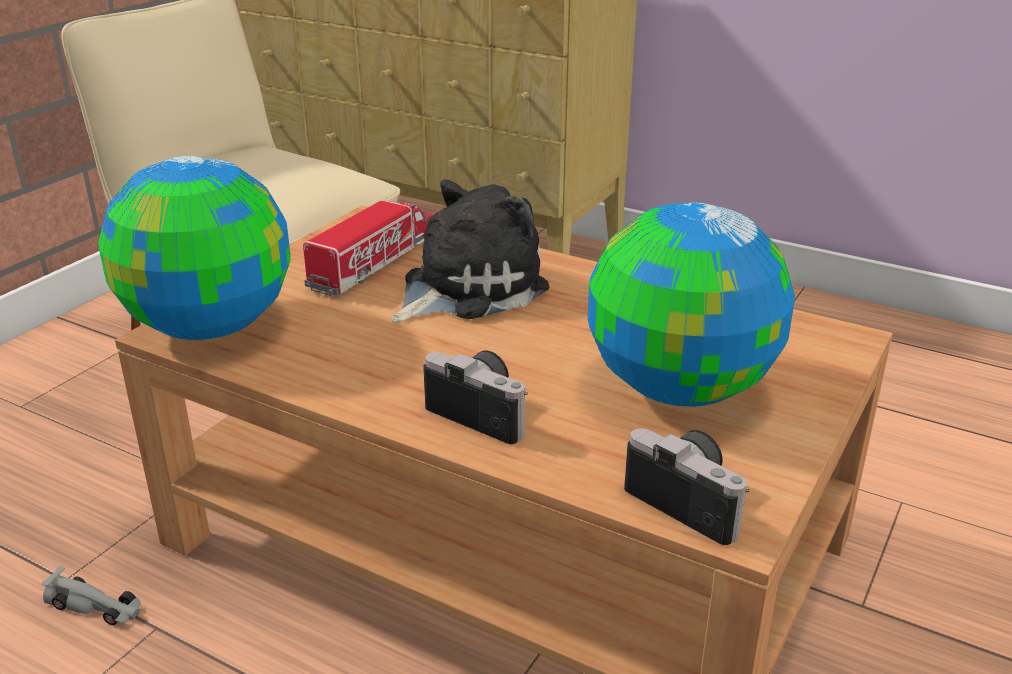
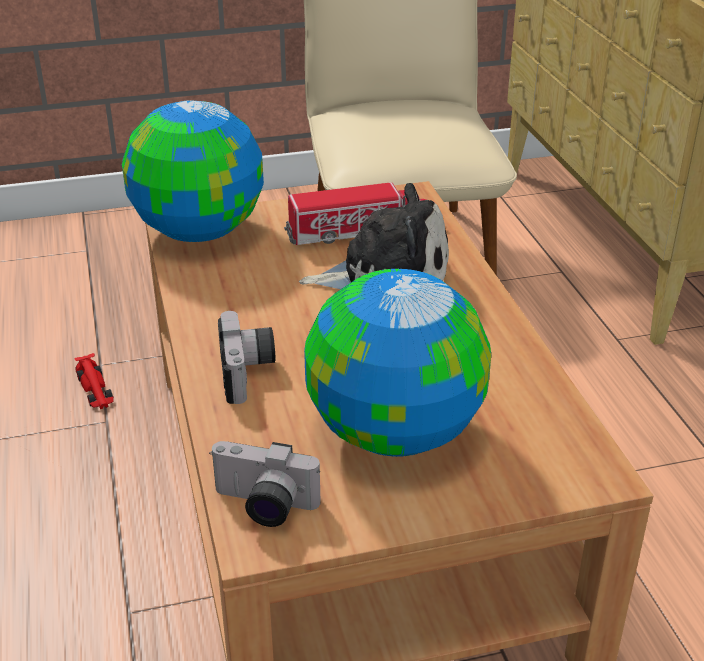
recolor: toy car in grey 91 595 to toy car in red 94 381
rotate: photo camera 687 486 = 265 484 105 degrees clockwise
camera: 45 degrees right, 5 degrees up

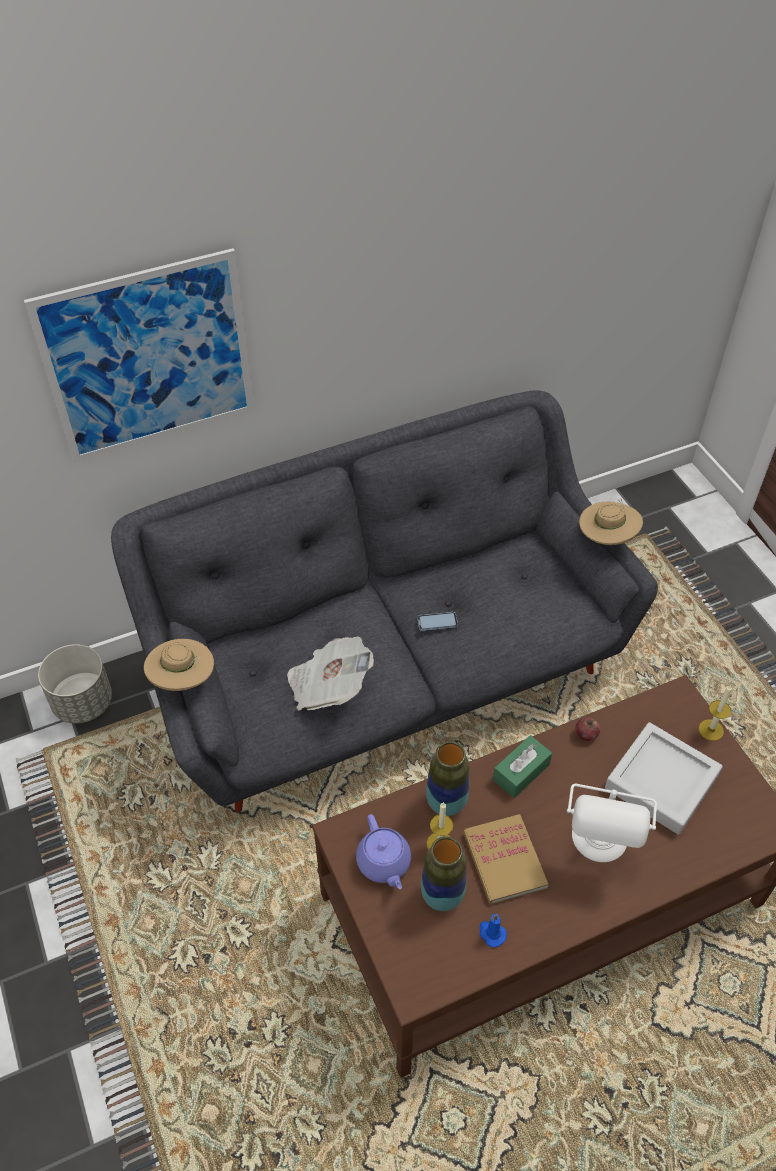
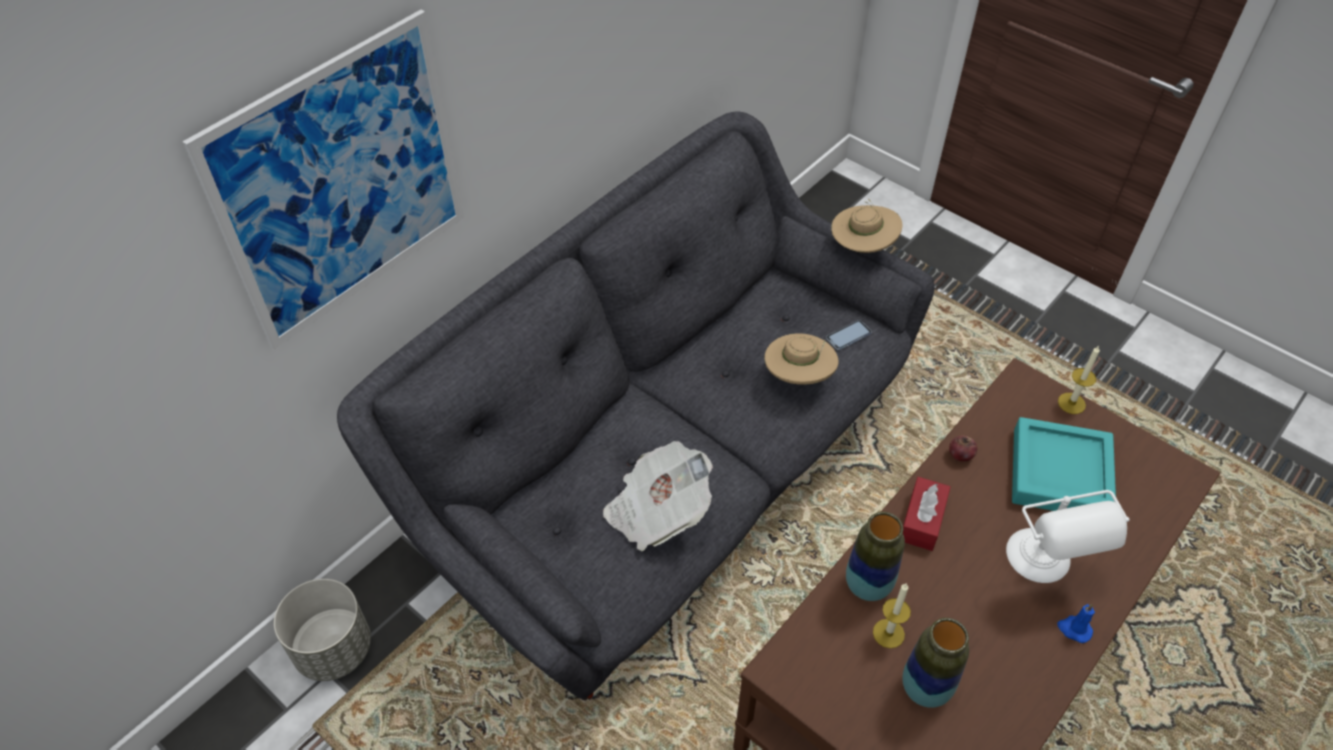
delete: teapot in purple 383 851; book 506 859
move: hat in beige 179 665 to 801 359; phone 437 621 to 849 335; candle in blue 493 930 to 1076 623
recolor: tissue box in green 522 766 to tissue box in red 926 514; tray in grey 664 778 to tray in turquoise 1064 464
camera: 25 degrees left, 0 degrees up

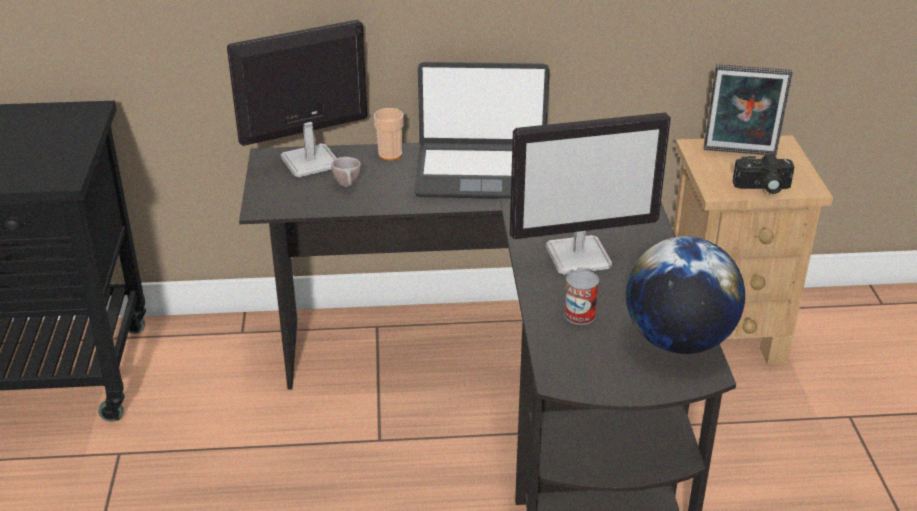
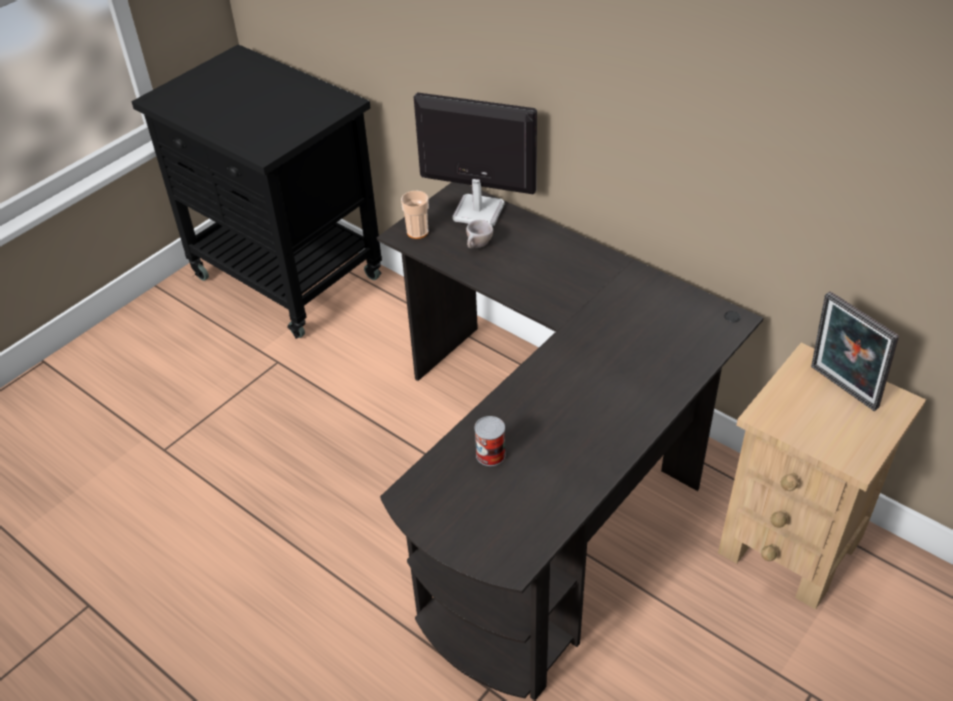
delete: laptop 482 130; monitor 590 193; globe 685 295; photo camera 763 174
move: cup 389 134 to 415 215
camera: 45 degrees right, 10 degrees up

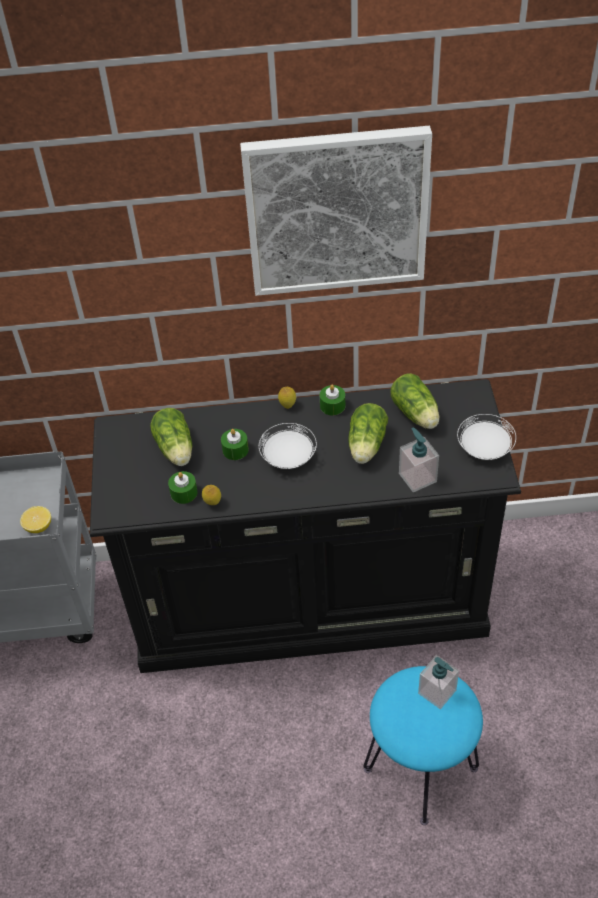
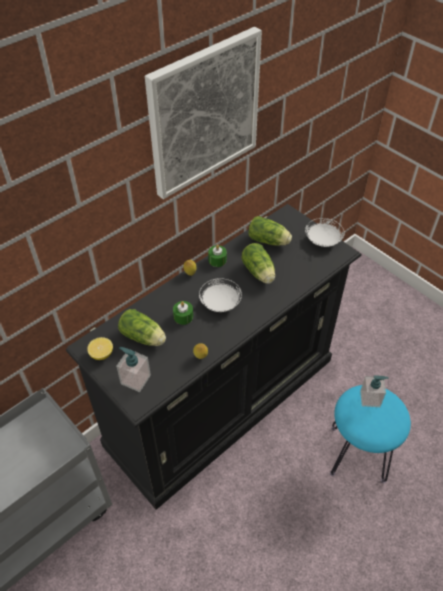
delete: candle in green 183 487
move: lemon 35 519 to 100 348; soap dispenser 419 459 to 133 369
camera: 40 degrees left, 0 degrees up

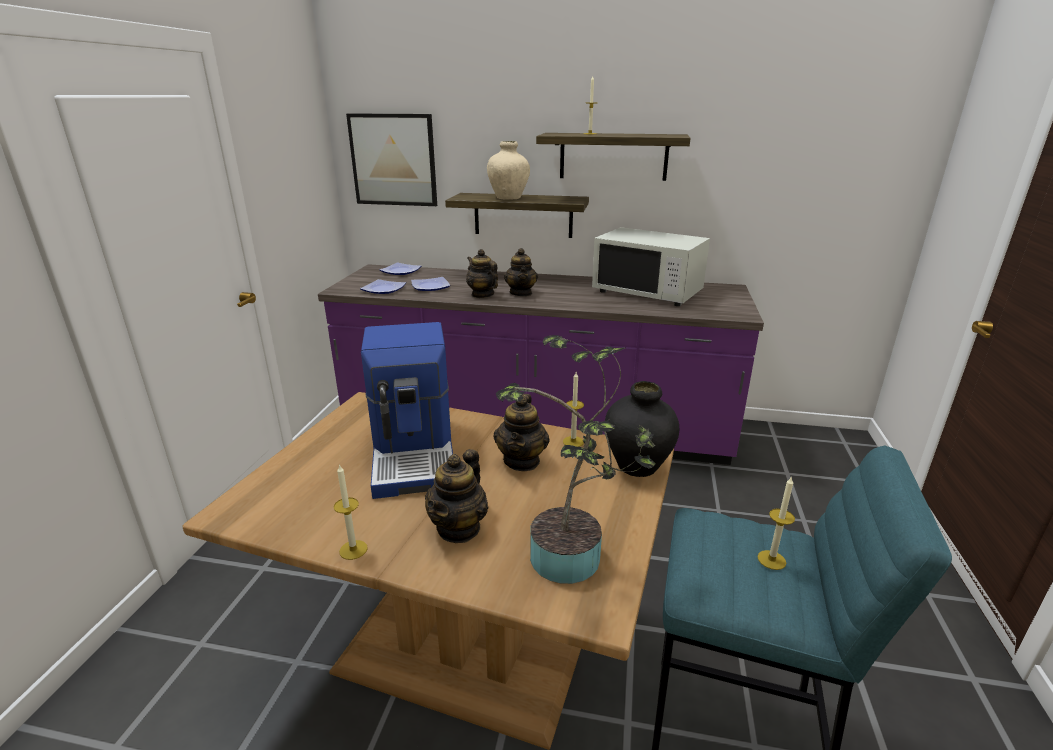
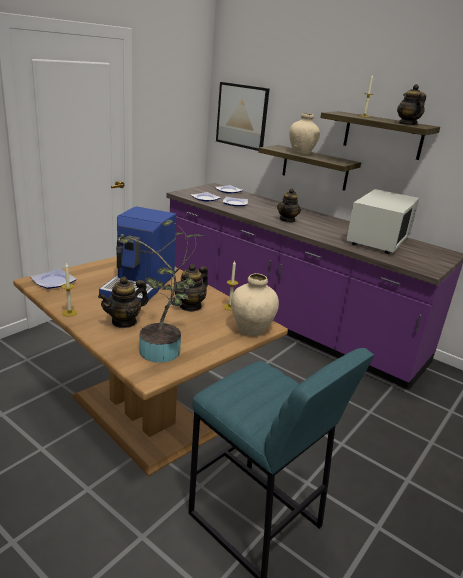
delete: candle 776 523
insert: plate 53 279
move: teapot 482 273 to 411 104
recolor: vase in black 642 429 to vase in beige 255 304
rotate: microwave in white 651 266 = 382 221 120 degrees counterclockwise
camera: 25 degrees right, 0 degrees up

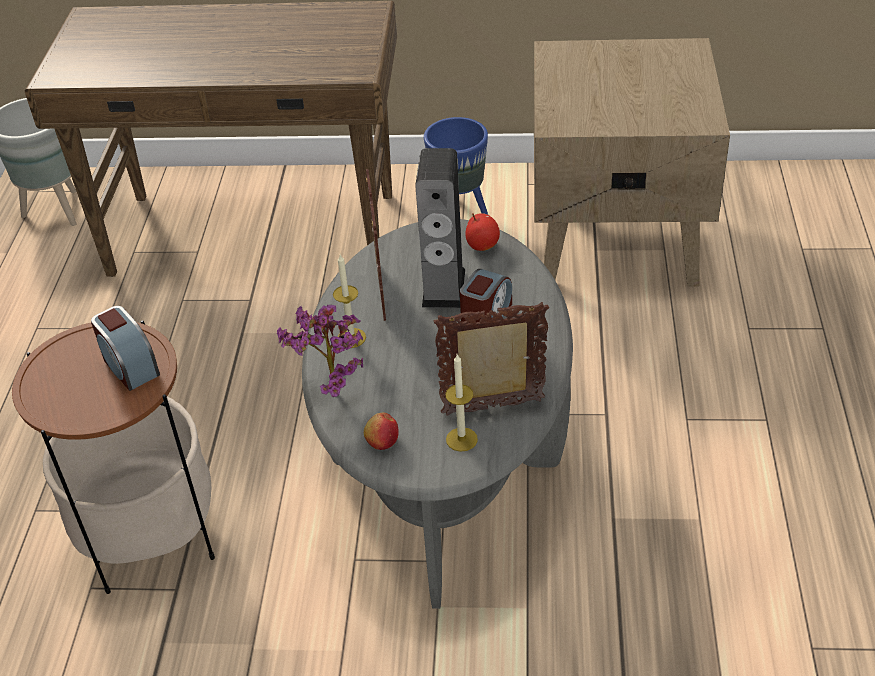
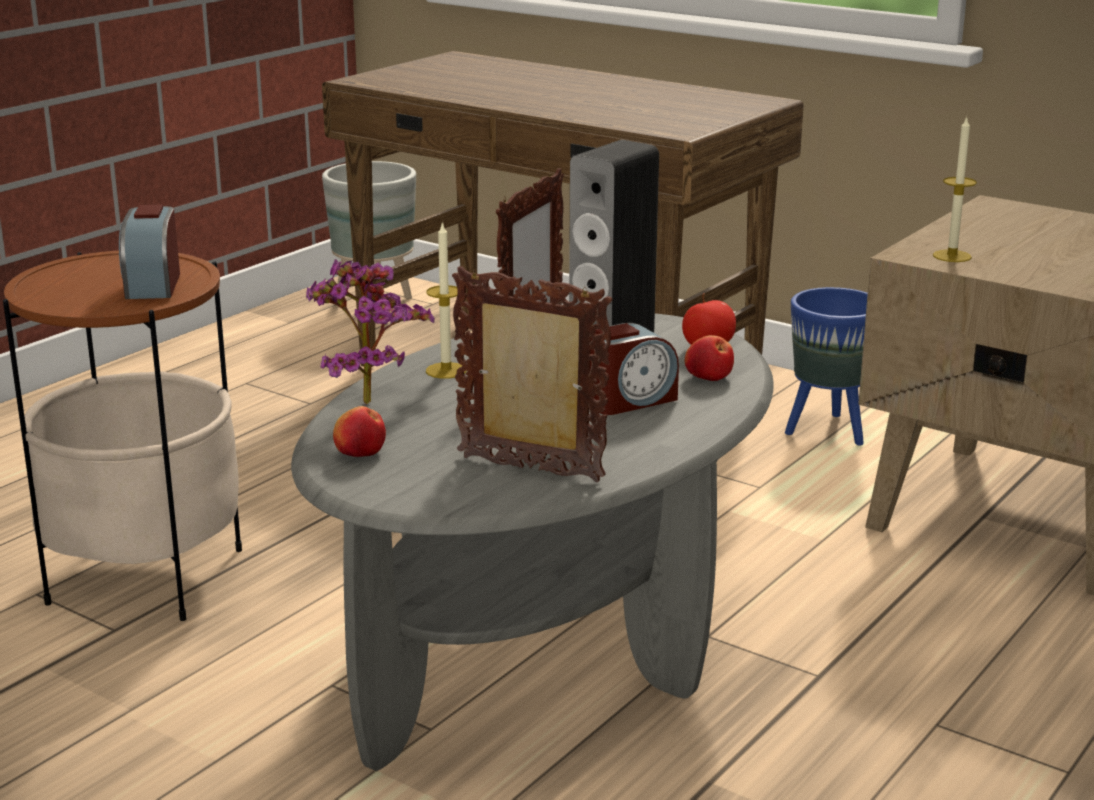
insert: apple 709 358
move: candle 461 403 to 955 189
camera: 30 degrees right, 20 degrees down

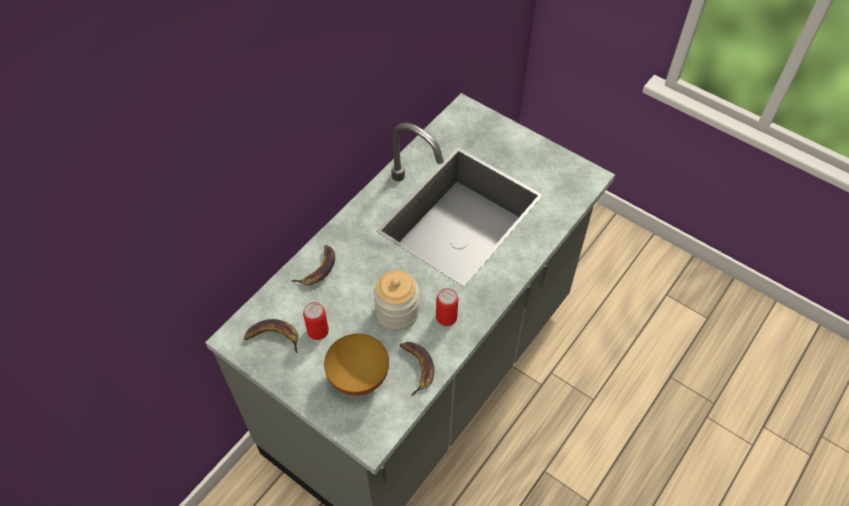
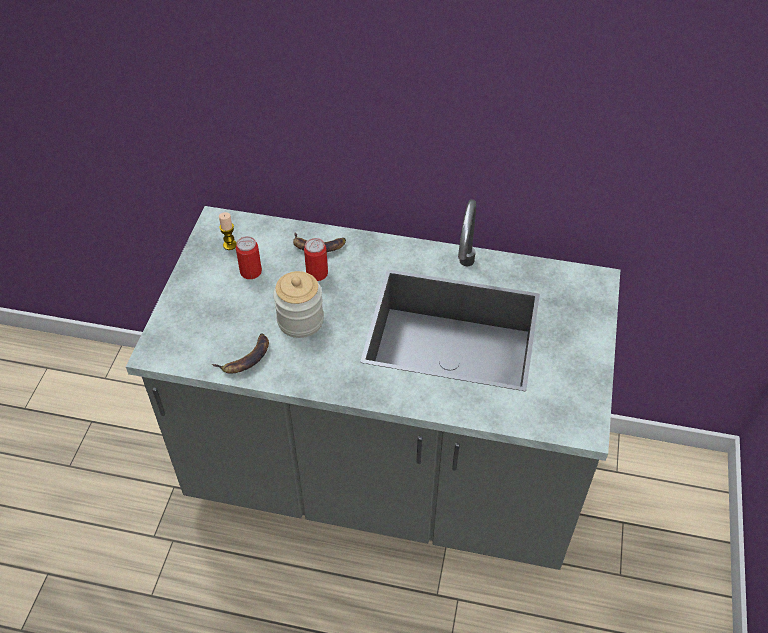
delete: bowl 356 365
move: can 447 307 to 316 259
replace: banana 271 336 to candle 228 231
camera: 65 degrees right, 5 degrees down

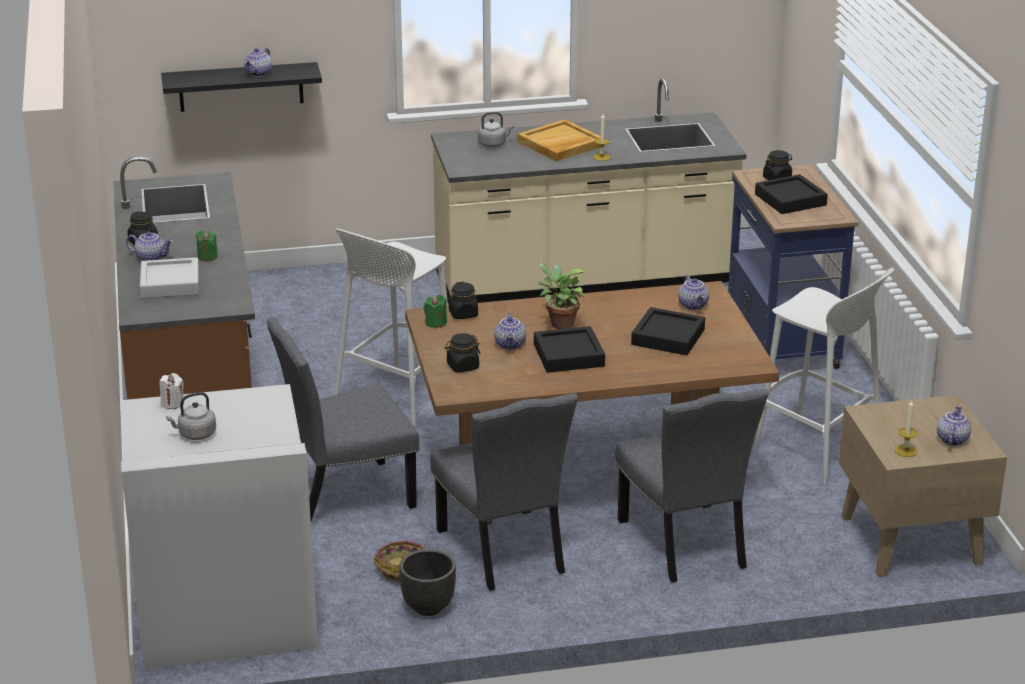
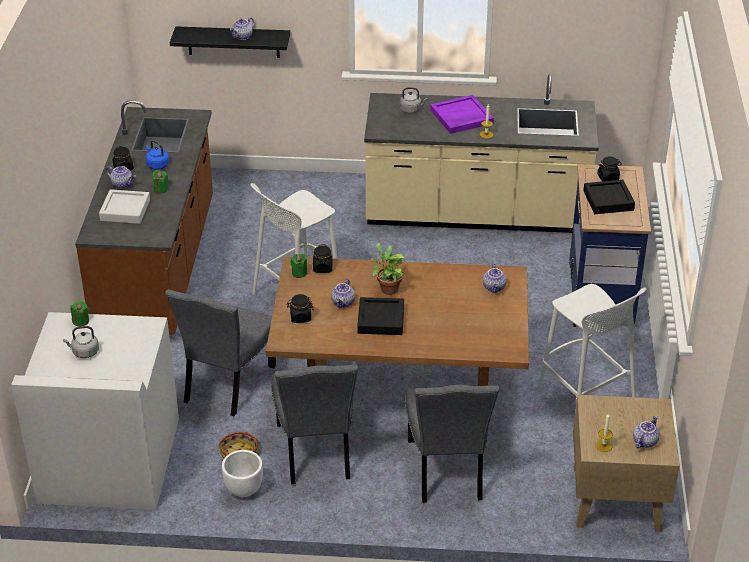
delete: tray in black 668 331
insert: kettle in blue 157 155
recolor: candle in white 172 391 to candle in green 79 313; planter in black 427 582 to planter in white 242 473; tray in beige 559 140 to tray in purple 462 114
rotate: chair in grey 343 418 = 220 353 60 degrees counterclockwise
camera: 15 degrees right, 10 degrees up

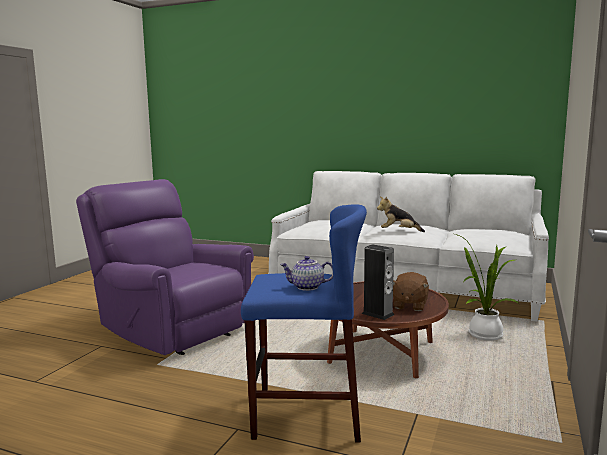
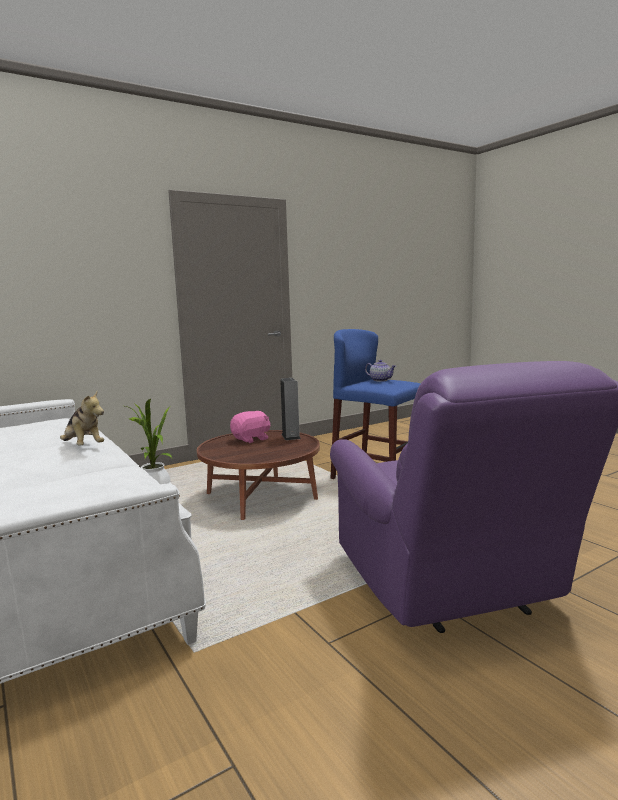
recolor: plush toy in brown 411 291 to plush toy in pink 250 427
camera: 145 degrees left, 0 degrees up

